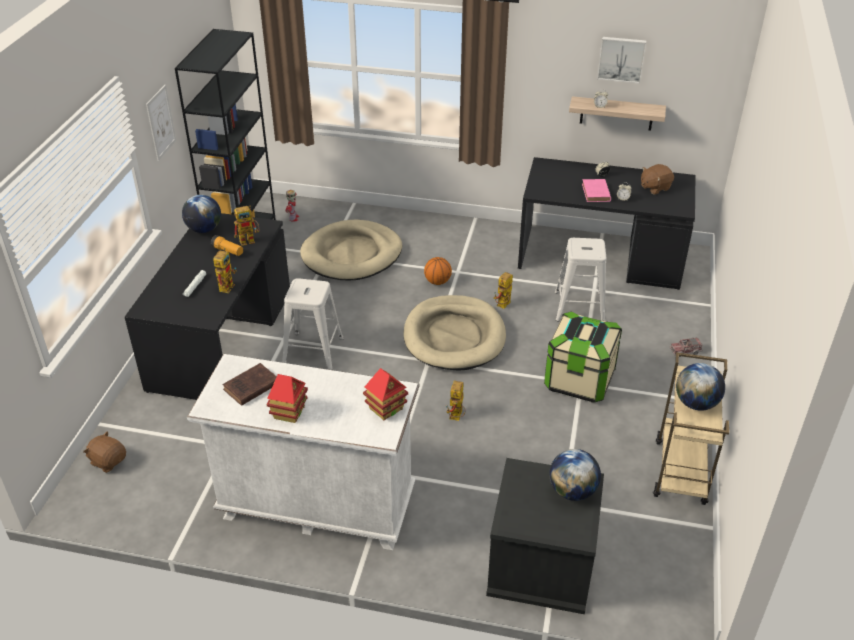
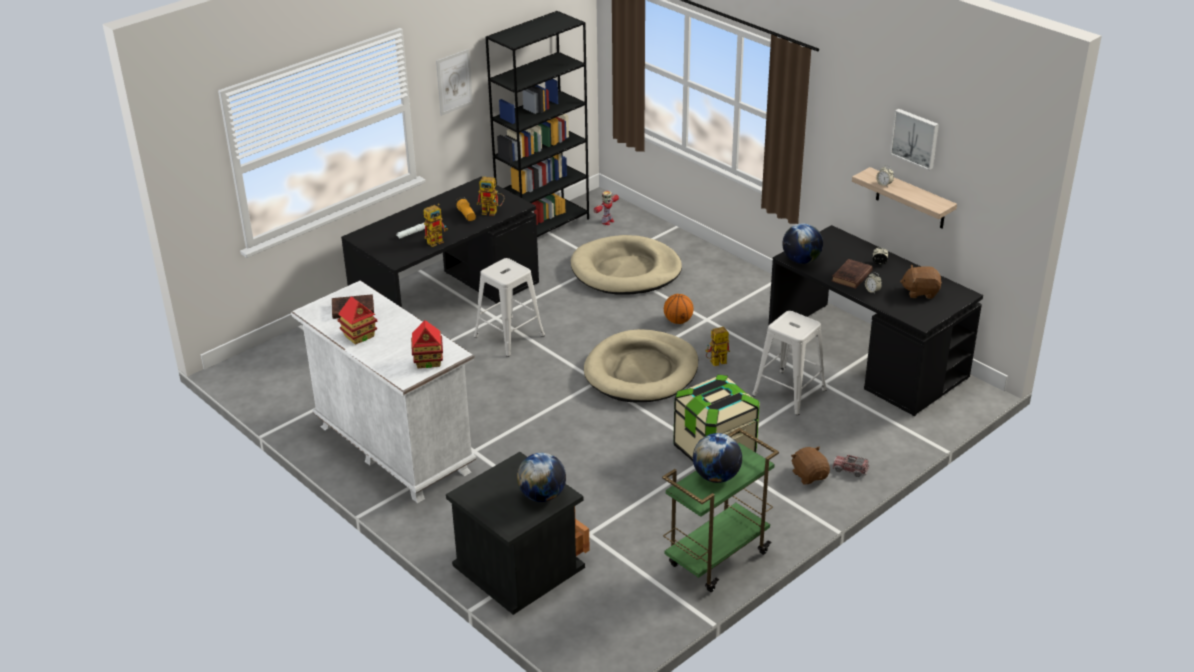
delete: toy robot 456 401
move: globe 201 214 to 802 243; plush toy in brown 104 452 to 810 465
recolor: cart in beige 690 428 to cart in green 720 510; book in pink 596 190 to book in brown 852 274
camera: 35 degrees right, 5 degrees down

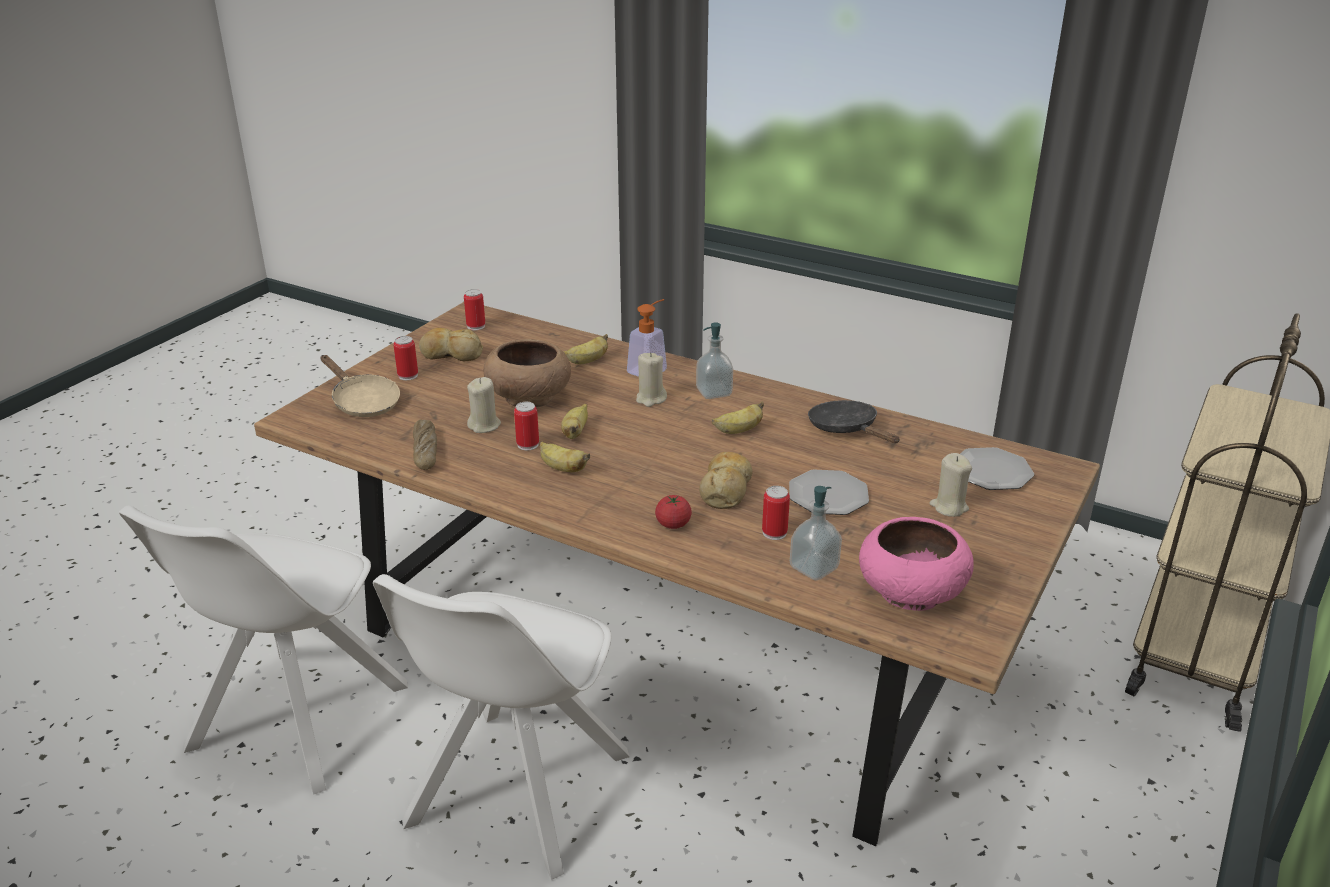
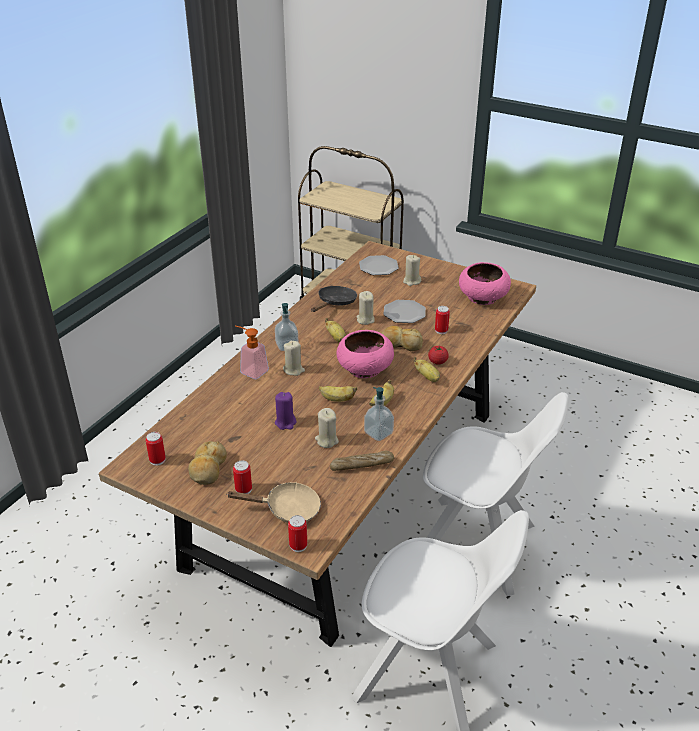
insert: bowl in pink 365 354; candle in beige 366 308
move: can 526 426 to 297 533; soap dispenser 816 533 to 379 414; banana 586 349 to 426 369
replace: bowl in brown 527 373 to candle in purple 285 411
rotate: frying pan in beige 360 386 = 273 502 45 degrees clockwise; frying pan in black 854 421 = 334 299 150 degrees clockwise
camera: 90 degrees left, 5 degrees up

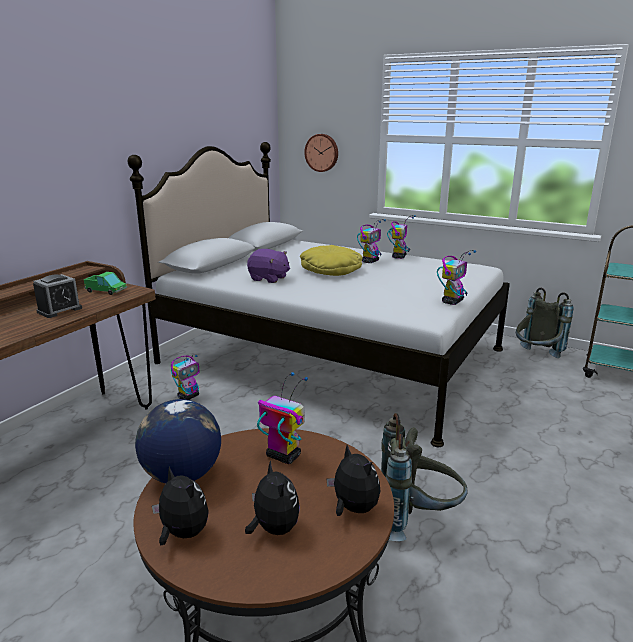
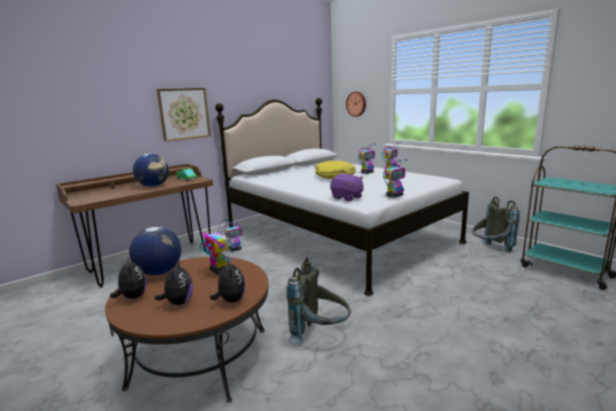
insert: picture 184 115
move: plush toy in purple 268 266 to 347 187
replace: alarm clock 57 296 to globe 151 170
camera: 20 degrees right, 5 degrees down

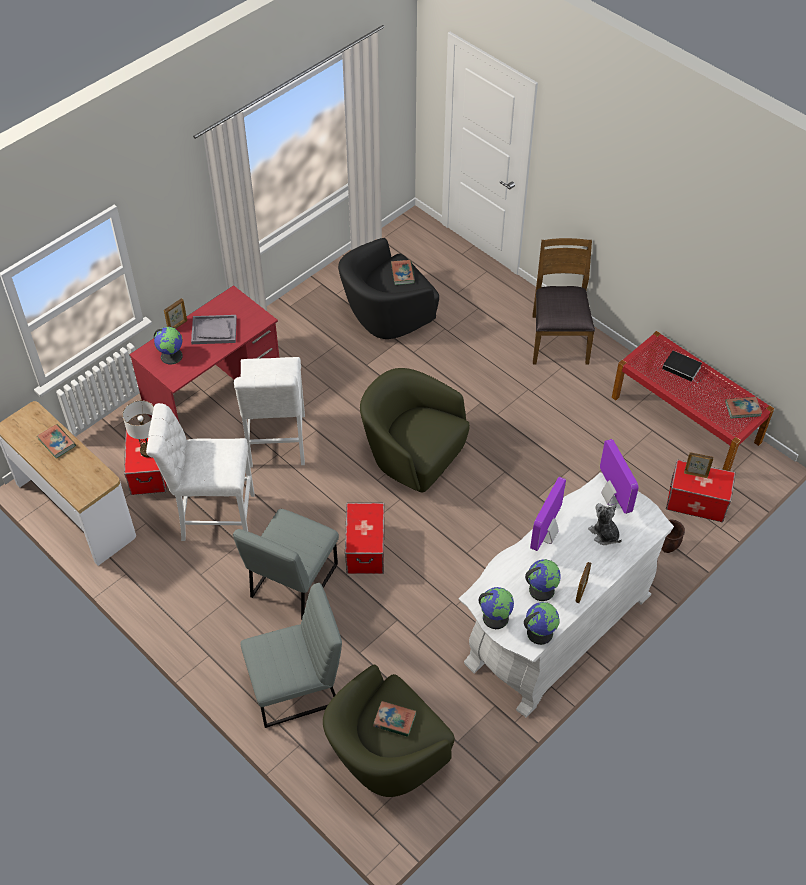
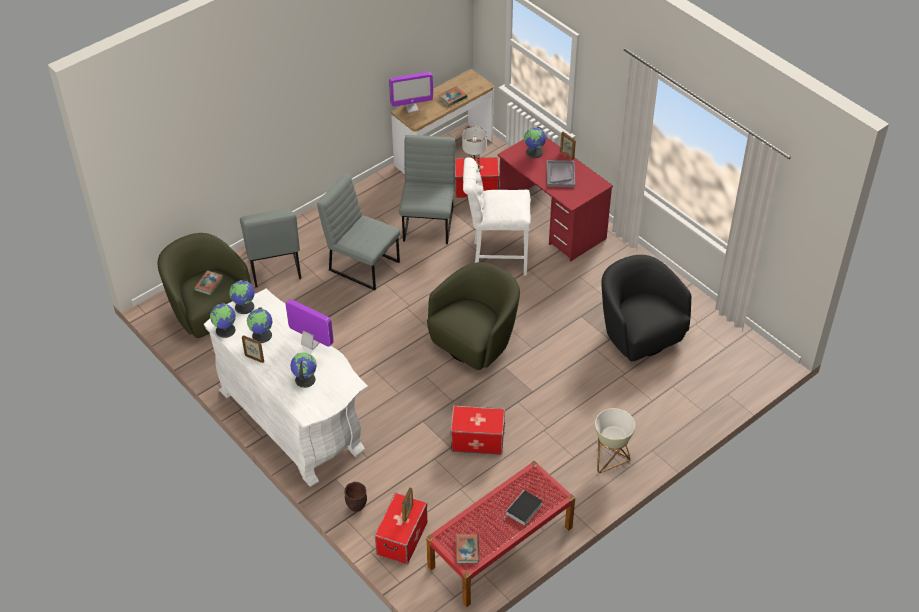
delete: book 403 272
move: monitor 619 476 to 411 92; storage box 364 538 to 477 430
replace: plush toy 605 524 to globe 303 370; stool in white 200 472 to chair in grey 427 189; chair in brown 563 301 to planter 615 440
camera: 95 degrees right, 5 degrees down

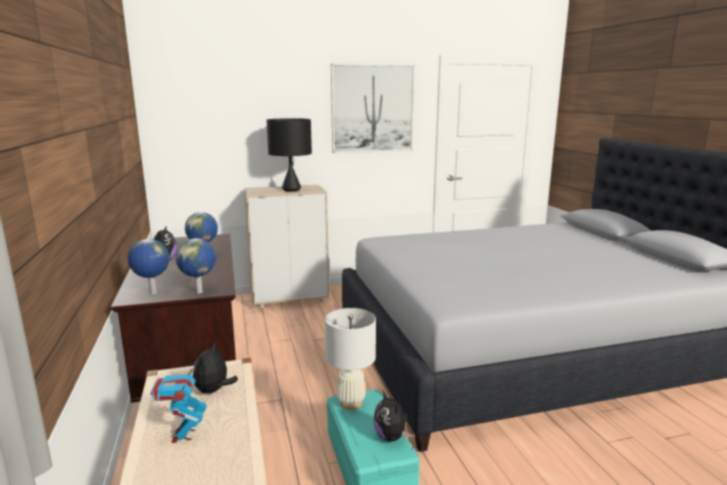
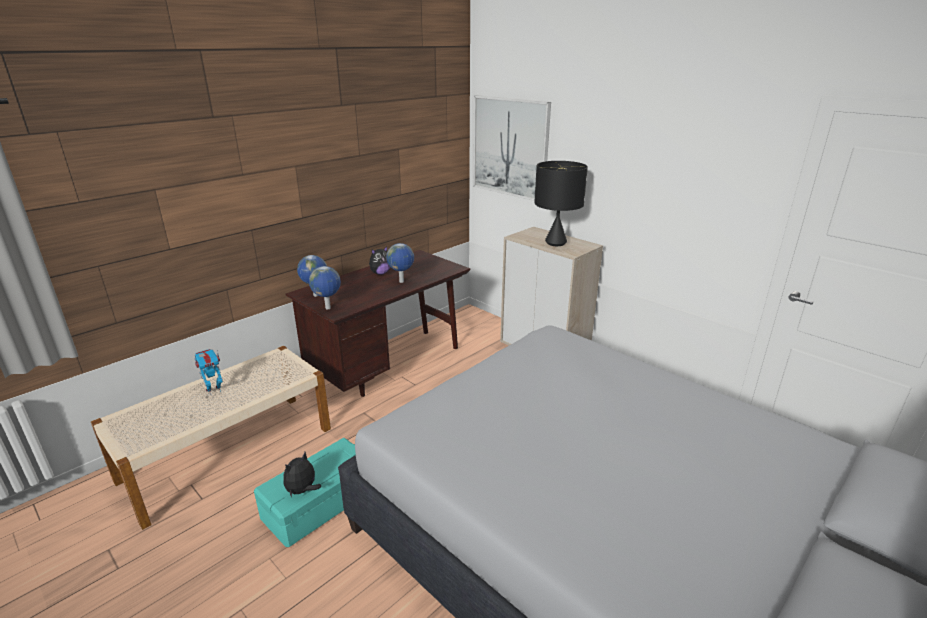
delete: plush toy 215 367; table lamp in white 350 359
move: picture 373 108 to 512 148
camera: 60 degrees right, 10 degrees up

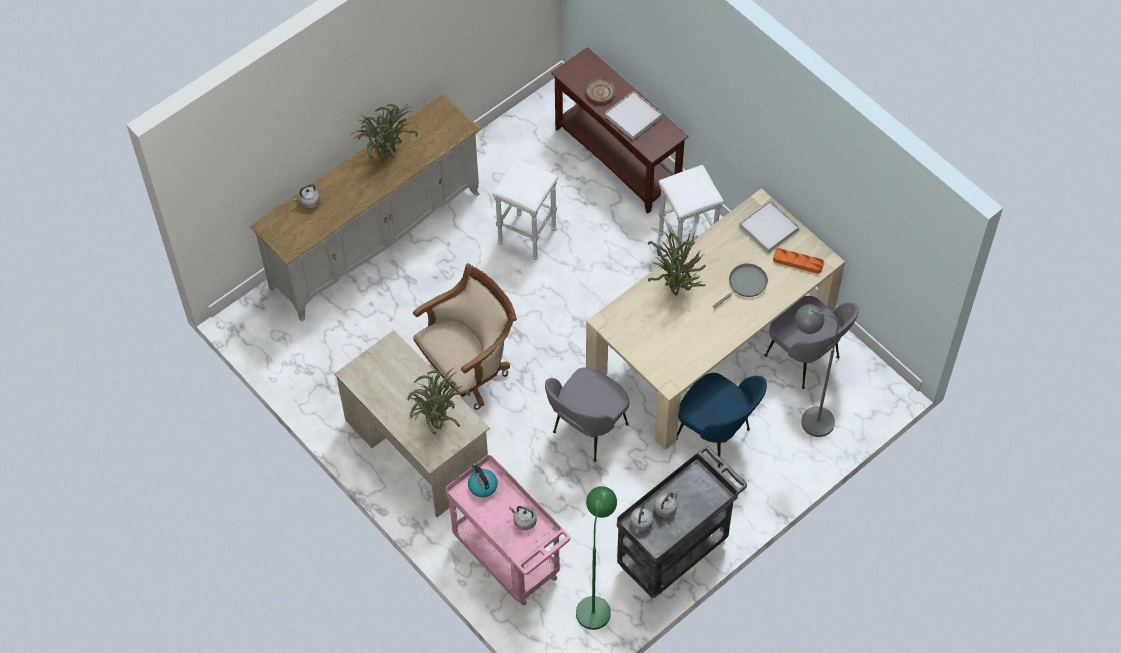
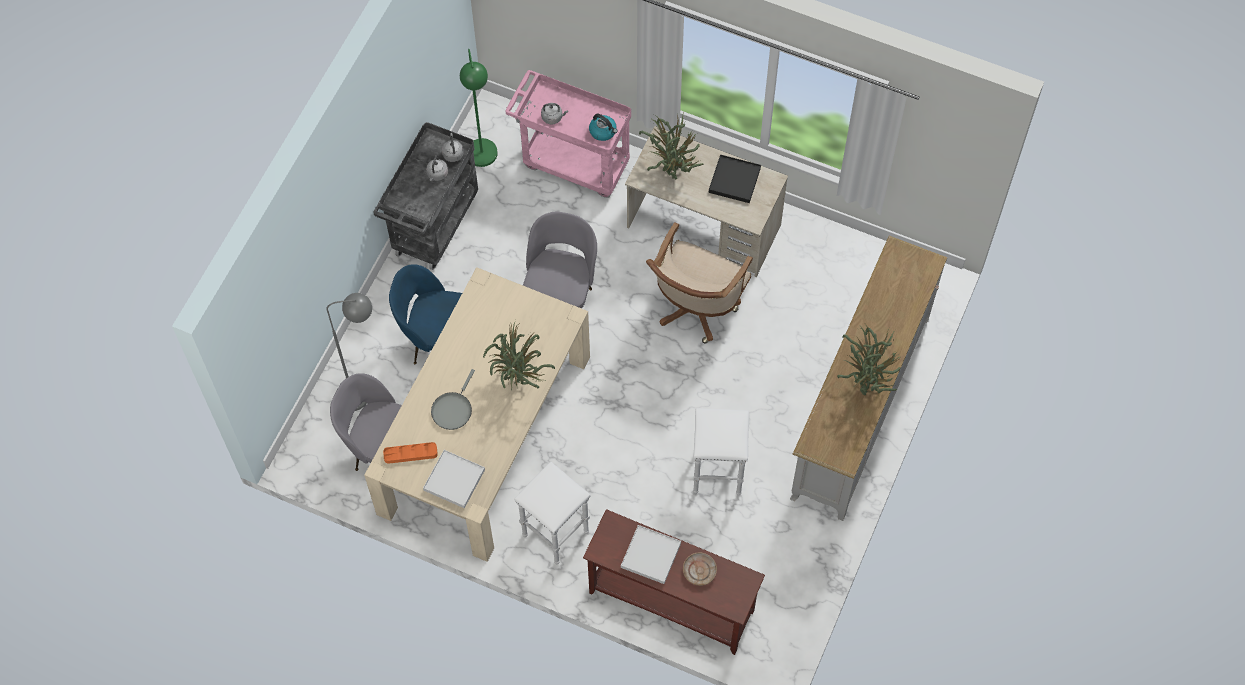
delete: kettle in grey 306 196
insert: tray in black 735 178
camera: 155 degrees right, 5 degrees up

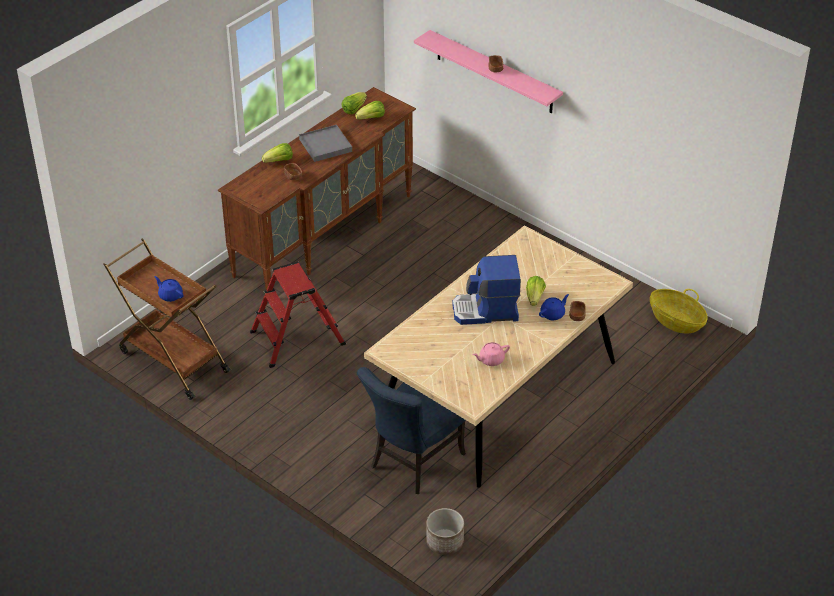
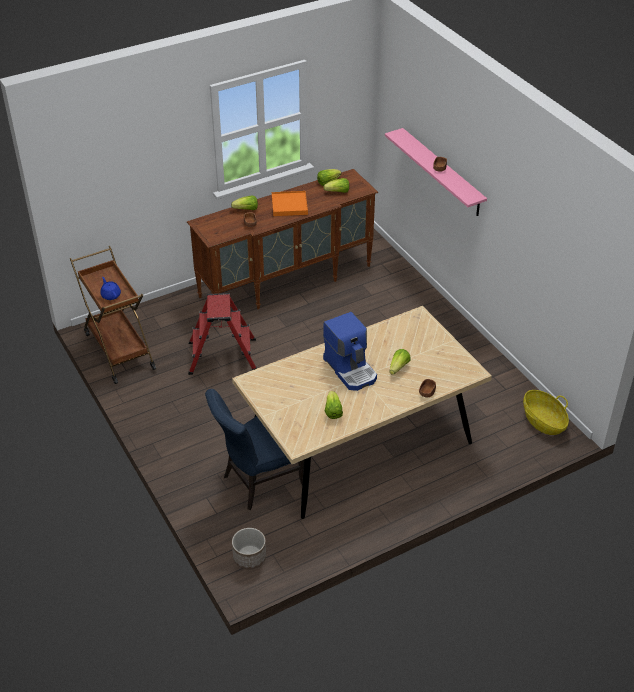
delete: teapot in blue 554 307
replace: teapot in pink 491 354 to lettuce 334 405
recolor: tray in grey 325 143 to tray in orange 290 203
rotate: coffee machine 486 290 = 350 351 135 degrees counterclockwise
camera: 20 degrees right, 0 degrees up

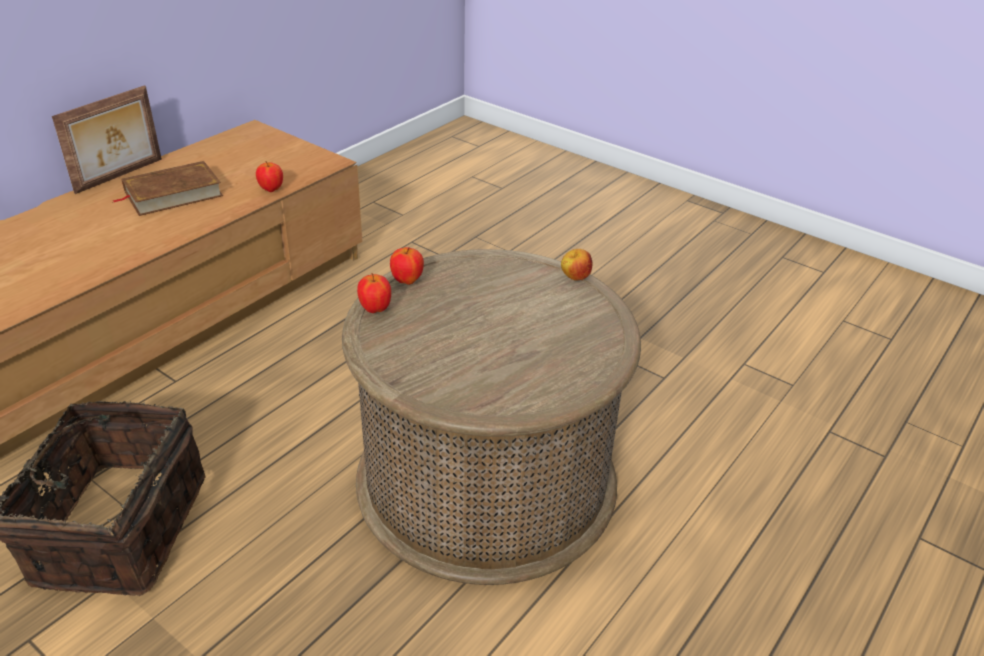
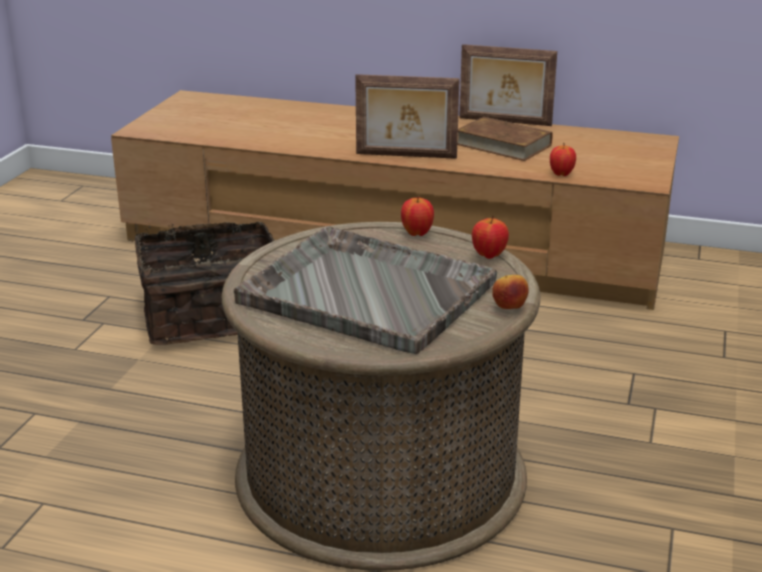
insert: tray in grey 365 290; picture frame 407 116
move: apple 374 293 to 490 237
camera: 70 degrees right, 10 degrees down

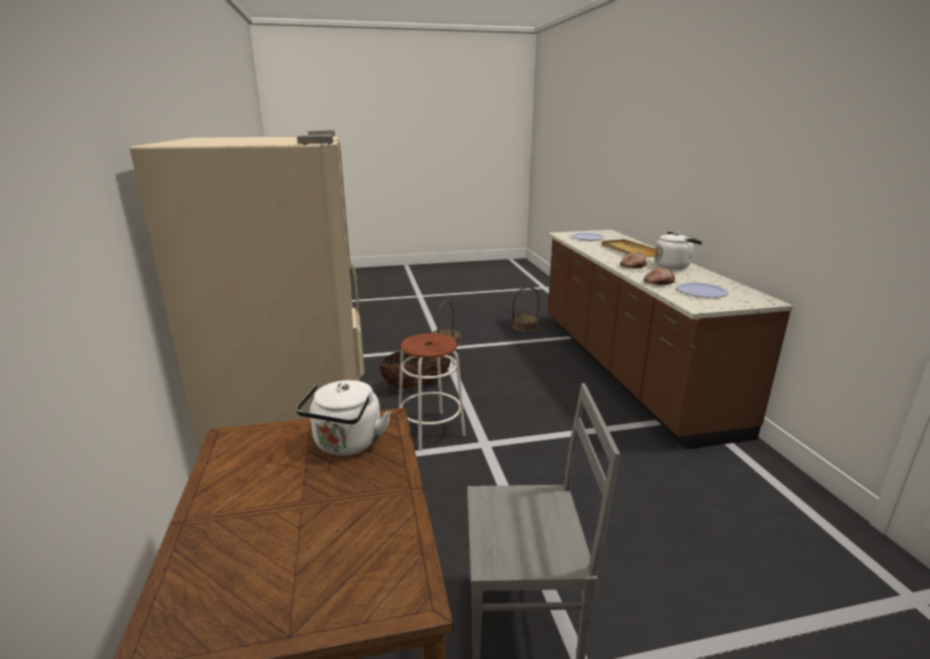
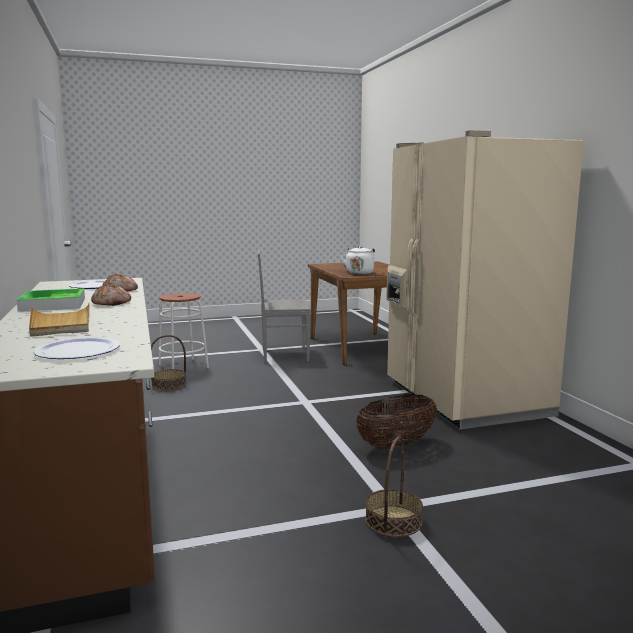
move: basket 525 309 to 168 363; stool in white 432 392 to 184 331
replace: kettle in white 678 250 to tray 51 299
camera: 175 degrees right, 10 degrees down

